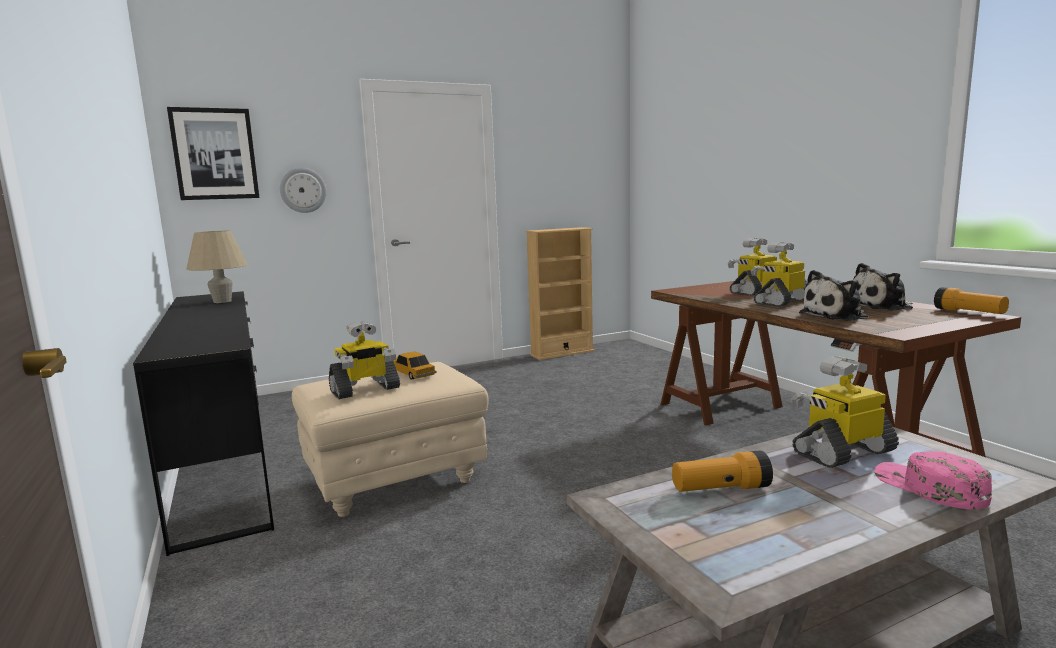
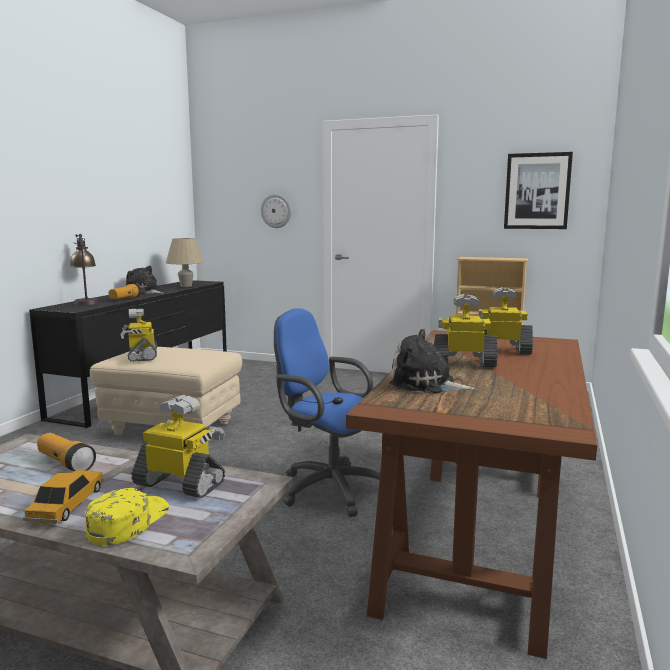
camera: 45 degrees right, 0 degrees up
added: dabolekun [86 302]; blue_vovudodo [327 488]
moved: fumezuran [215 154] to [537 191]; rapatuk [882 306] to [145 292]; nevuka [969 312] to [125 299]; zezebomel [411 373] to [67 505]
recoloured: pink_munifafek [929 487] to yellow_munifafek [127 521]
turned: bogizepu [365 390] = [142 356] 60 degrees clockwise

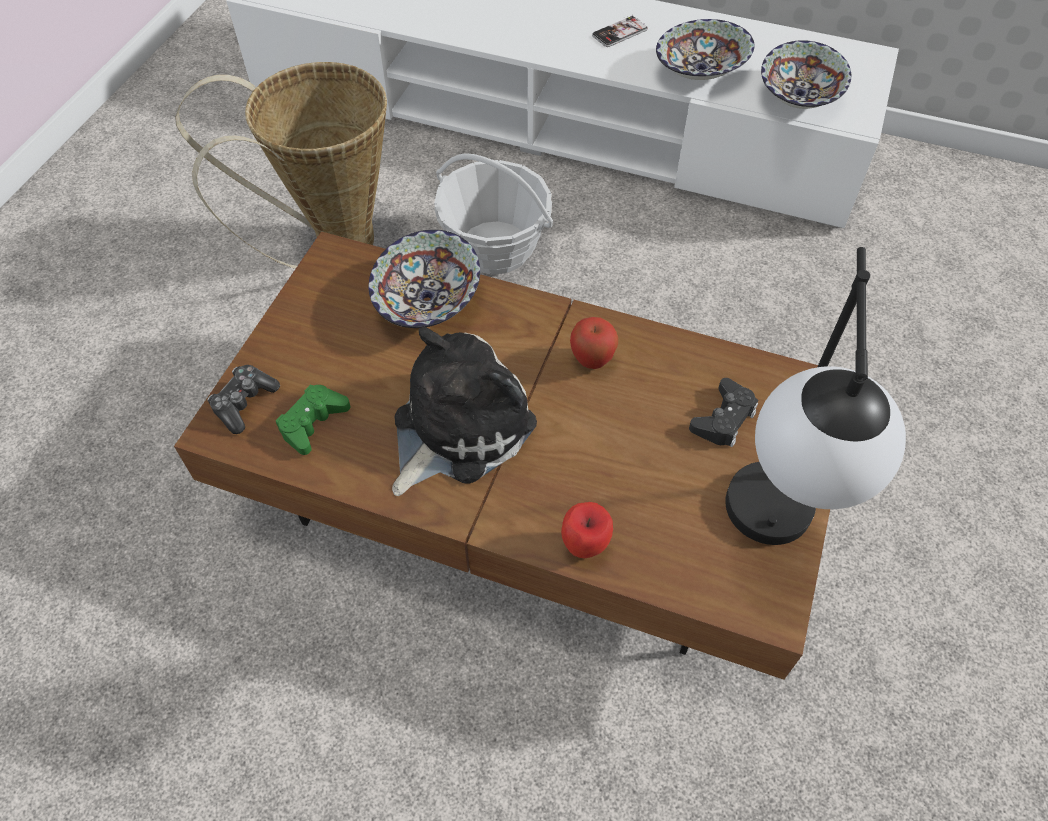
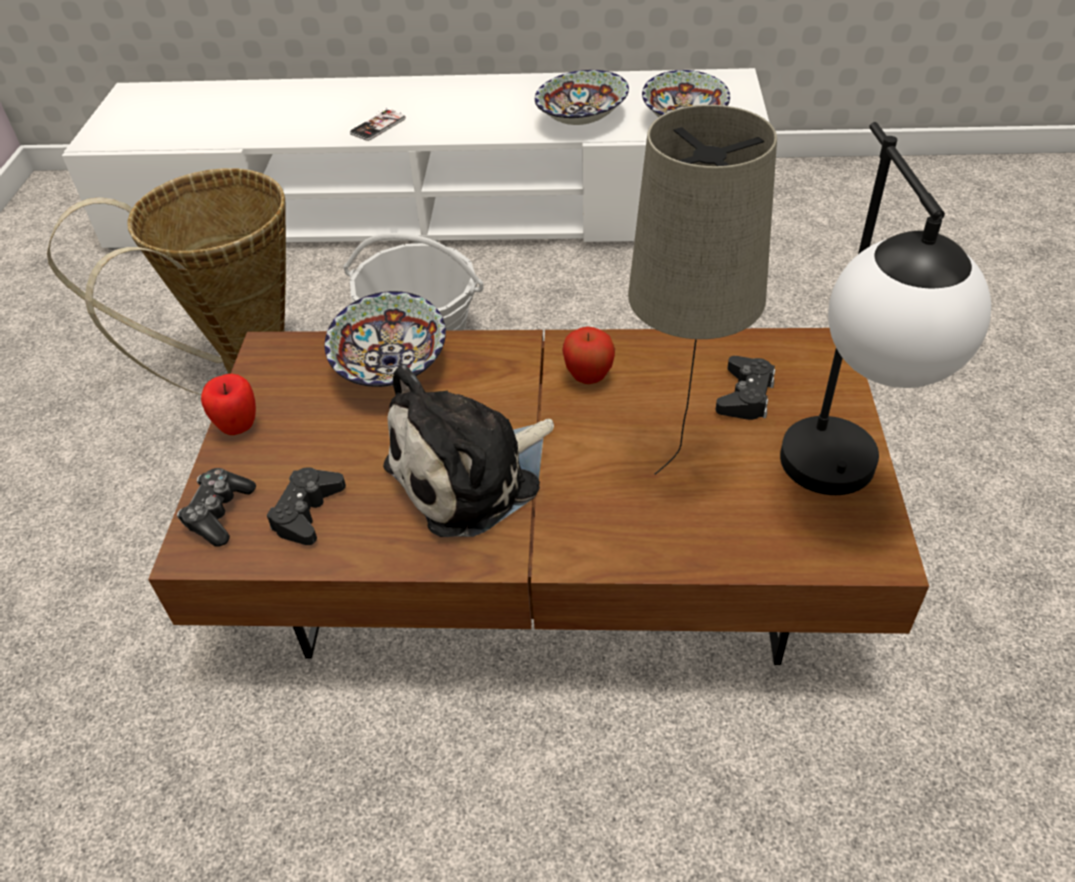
camera: 15 degrees left, 10 degrees down
added: beige_dabolekun [680 463]
moved: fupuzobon [619 33] to [378 126]; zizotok [584 547] to [239 428]
recoloured: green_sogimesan [312 423] to black_sogimesan [307 512]
turned: rapatuk [456 427] = [472 475] 150 degrees counterclockwise

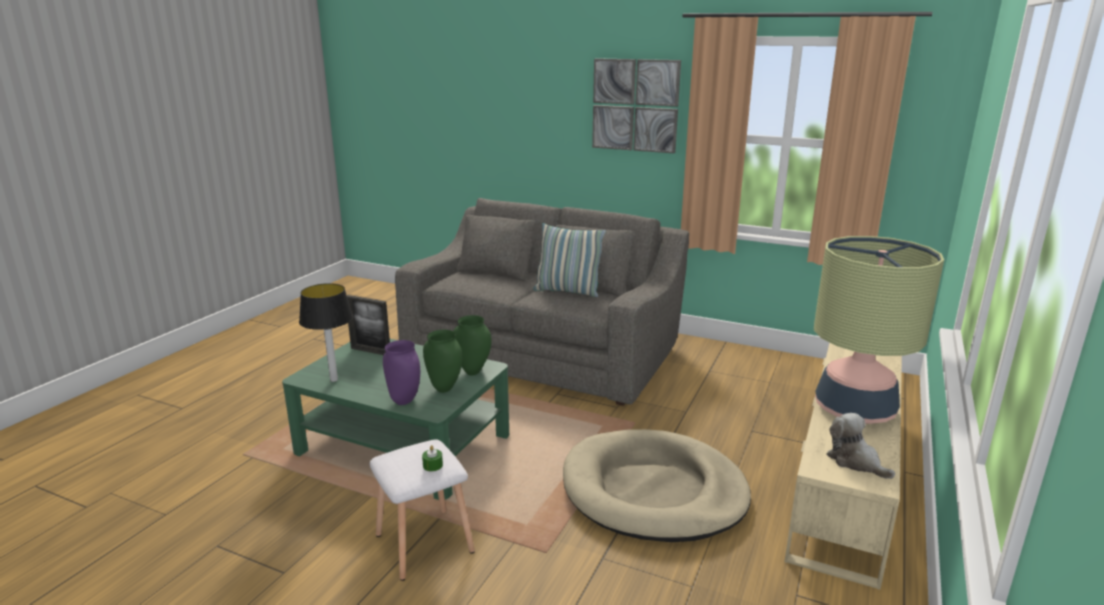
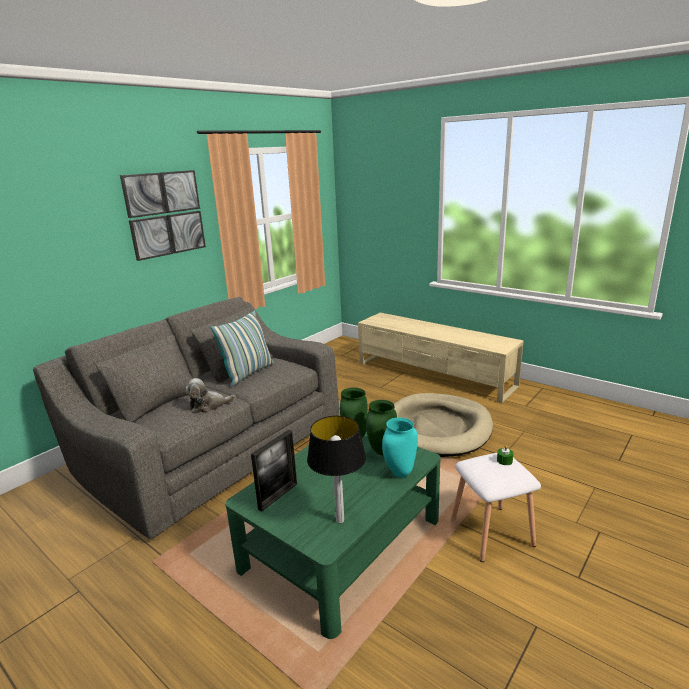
camera: 75 degrees left, 0 degrees up
removed: dabolekun [854 410]
moved: rapatuk [855 461] to [208 406]
recoloured: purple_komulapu [403 401] to turquoise_komulapu [400 473]

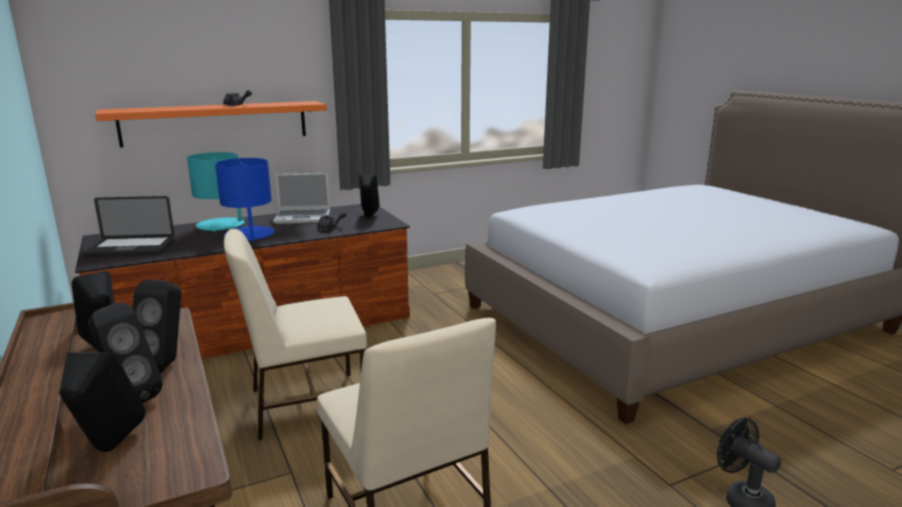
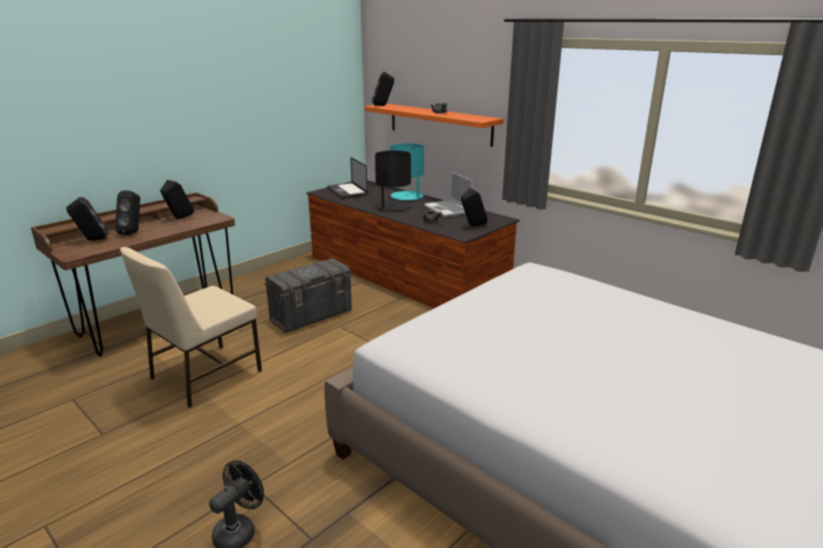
camera: 70 degrees right, 5 degrees up
moved: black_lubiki [166 365] to [383 105]
replaced: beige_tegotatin [305 403] to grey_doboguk [312 315]
recoloured: blue_dabolekun [249 235] to black_dabolekun [393 207]

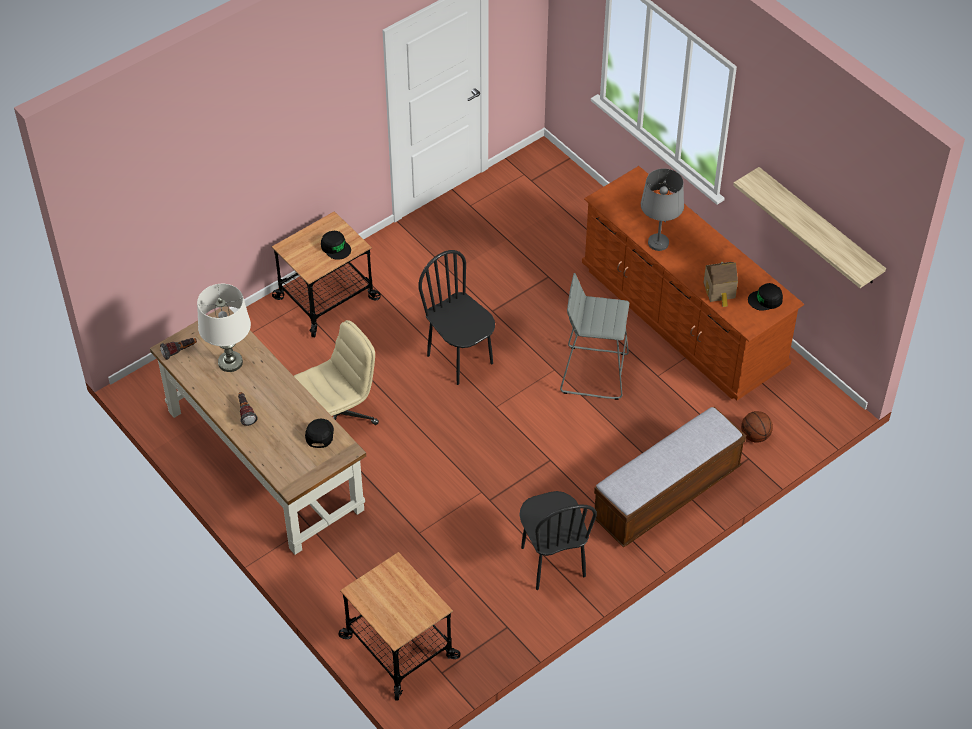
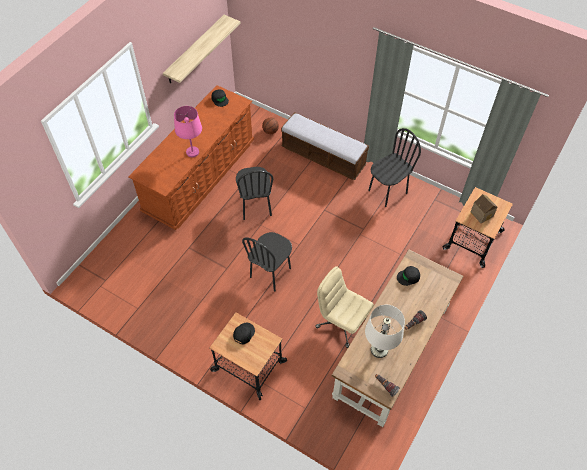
camera: 110 degrees left, 5 degrees up
moved: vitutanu [720 291] to [482 213]
replaced: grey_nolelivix [594 372] to black_tegotatin [255 206]
recoloured: grey_dabolekun [658 243] to pink_dabolekun [192 152]

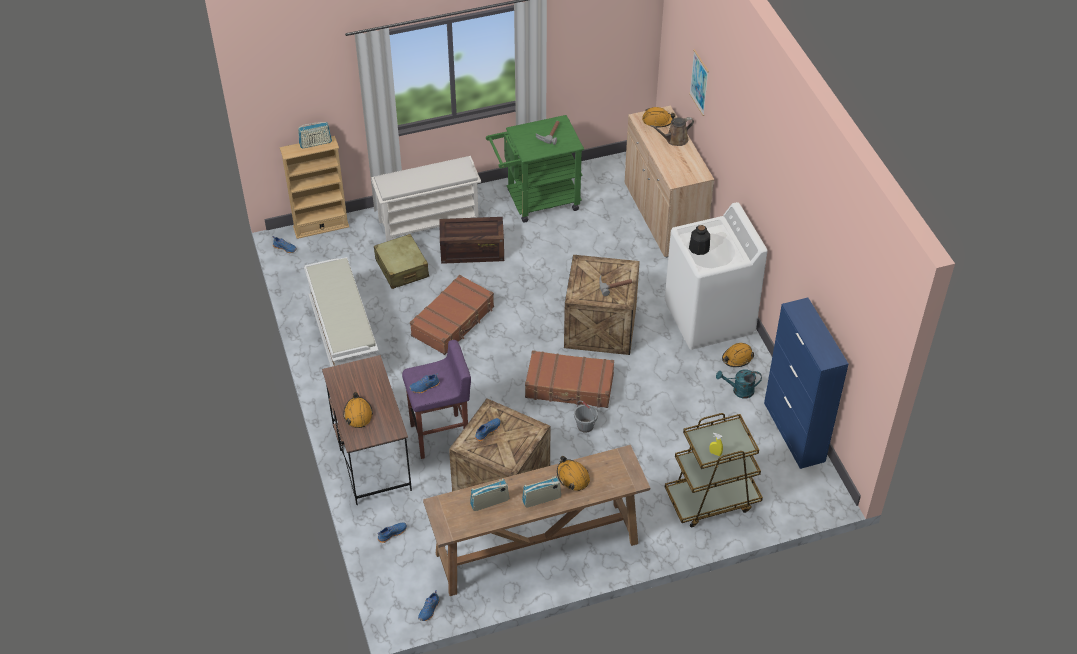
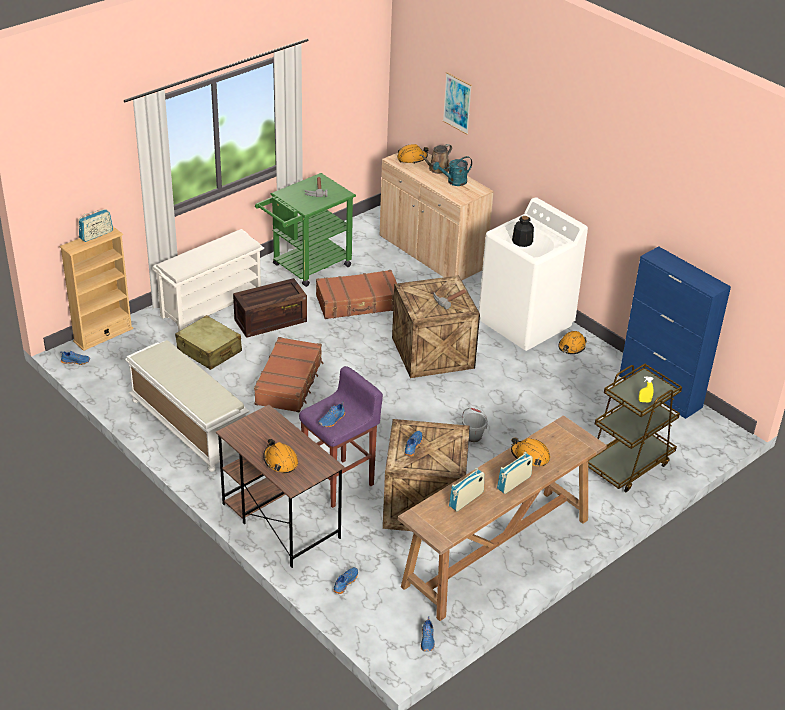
camera: 25 degrees left, 10 degrees down
moved: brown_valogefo [569 387] to [358 303]; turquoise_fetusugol [739 391] to [453 182]

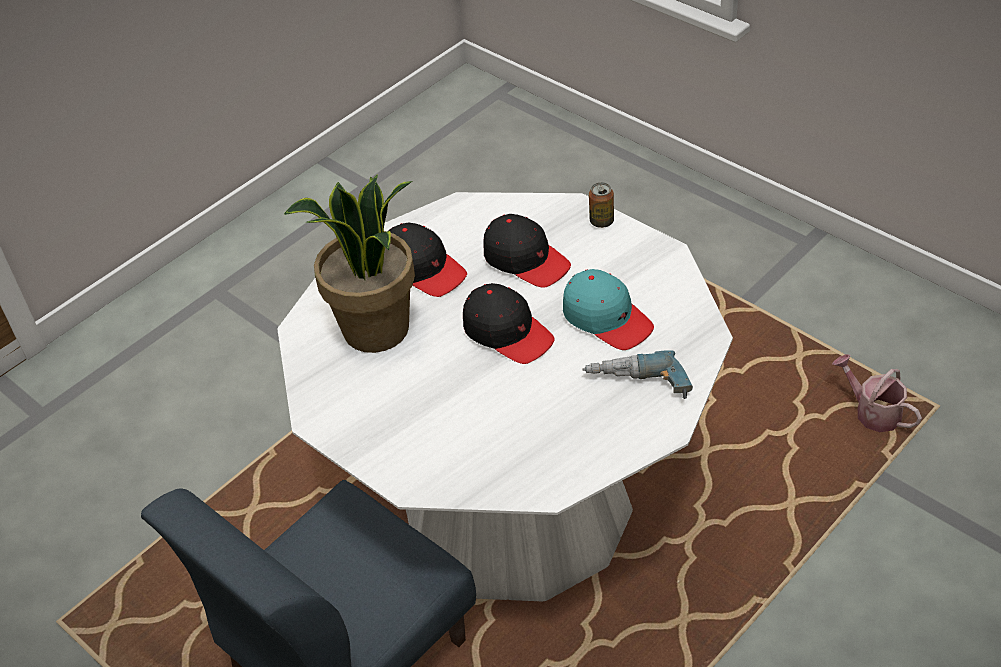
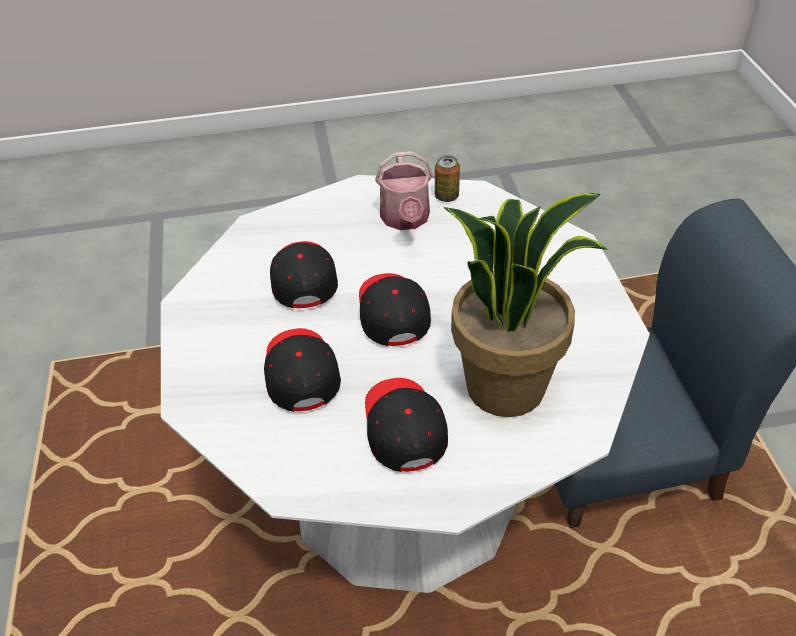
camera: 145 degrees left, 0 degrees up
removed: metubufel [637 387]
moved: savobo [601 221] to [446 196]; fetusugol [872 413] to [406 219]
recoloured: turquoise_munifafek [607 318] to black_munifafek [303 278]

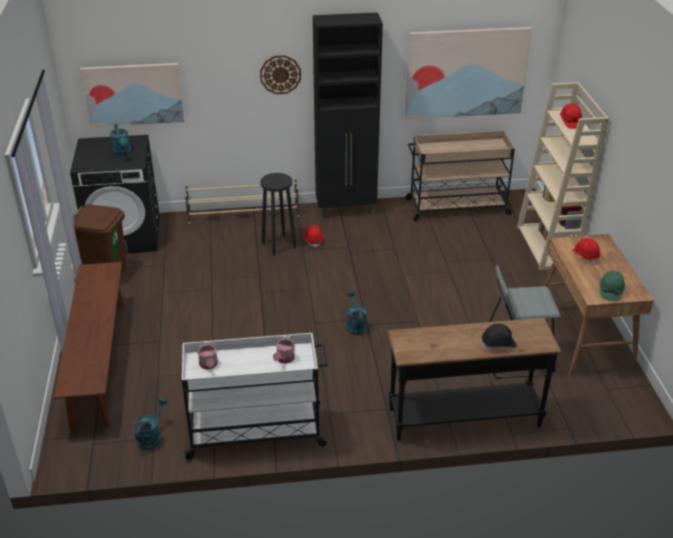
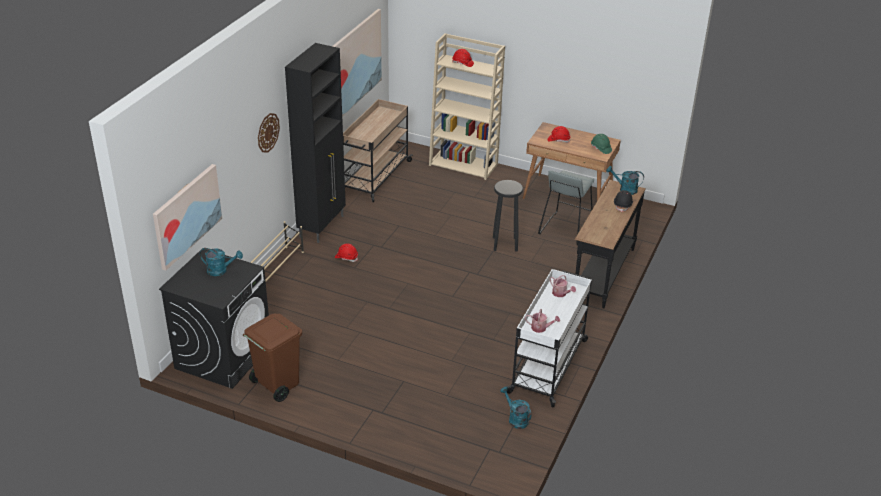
camera: 60 degrees left, 0 degrees up
removed: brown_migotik [99 362]
moved: black_nolelivix [278 245] to [504 244]; turquoise_fetusugol [355 325] to [624 189]

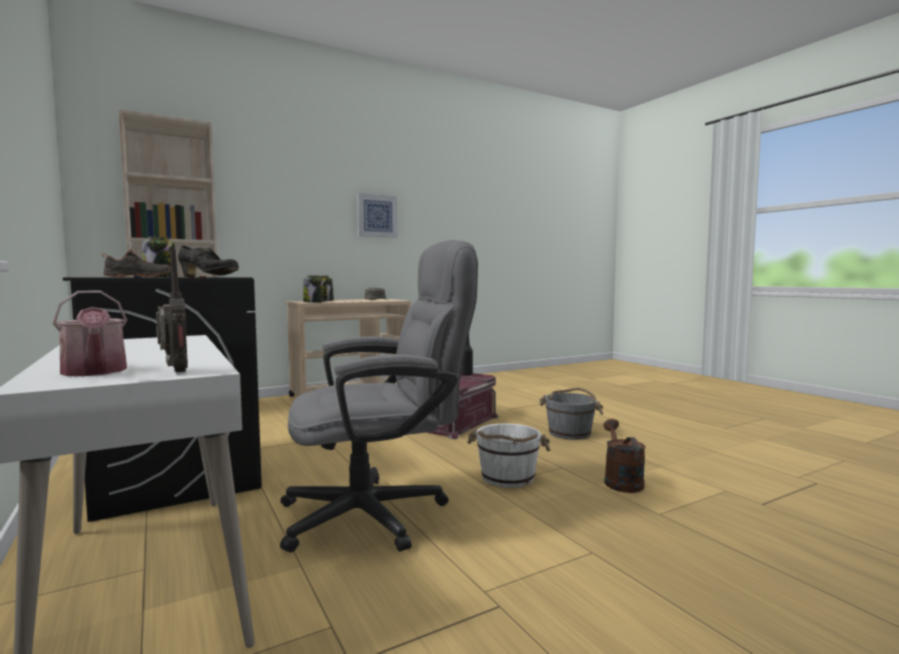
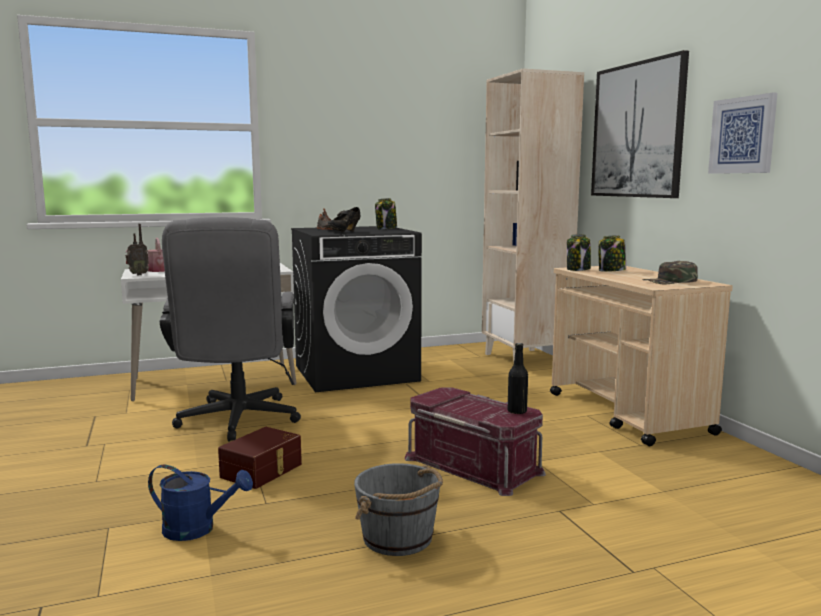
camera: 100 degrees right, 5 degrees up
added: fumezuran [637 130]
replaced: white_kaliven [507 477] to brown_doboguk [263 471]
recoloured: brown_fetusugol [621 481] to blue_fetusugol [198 529]

